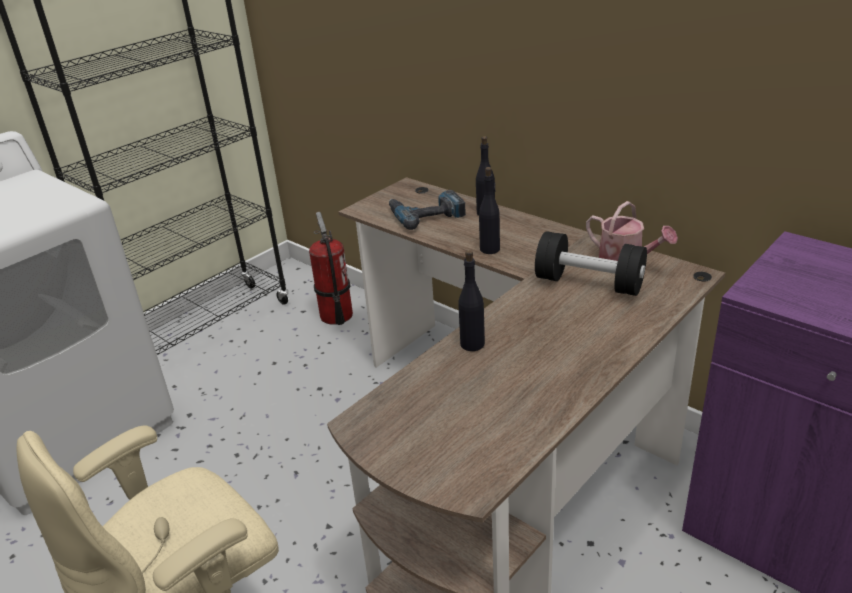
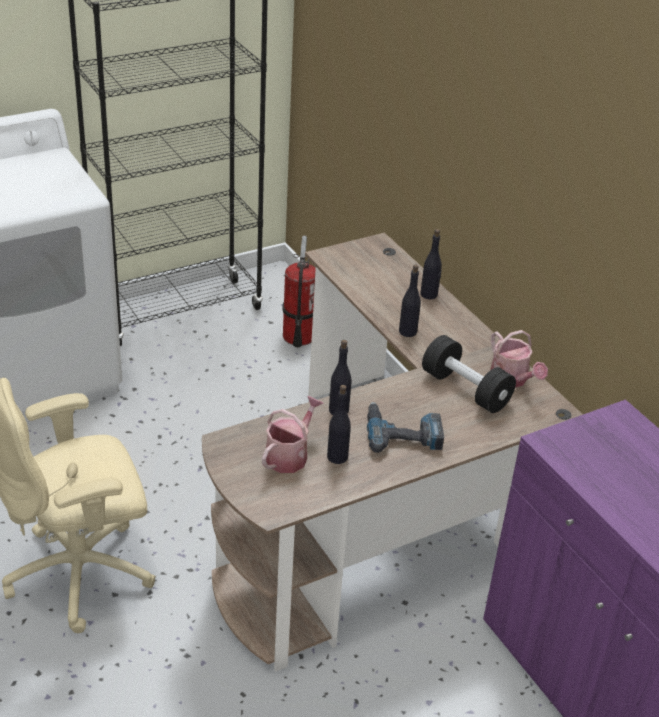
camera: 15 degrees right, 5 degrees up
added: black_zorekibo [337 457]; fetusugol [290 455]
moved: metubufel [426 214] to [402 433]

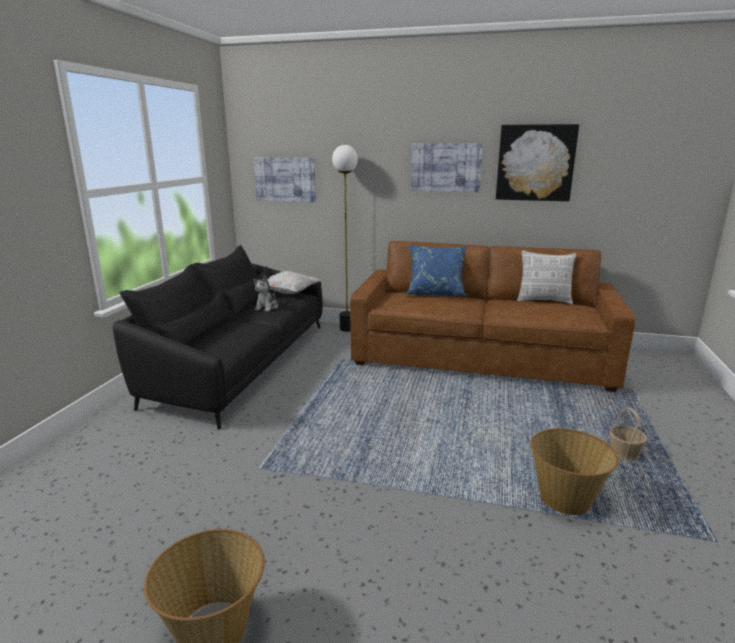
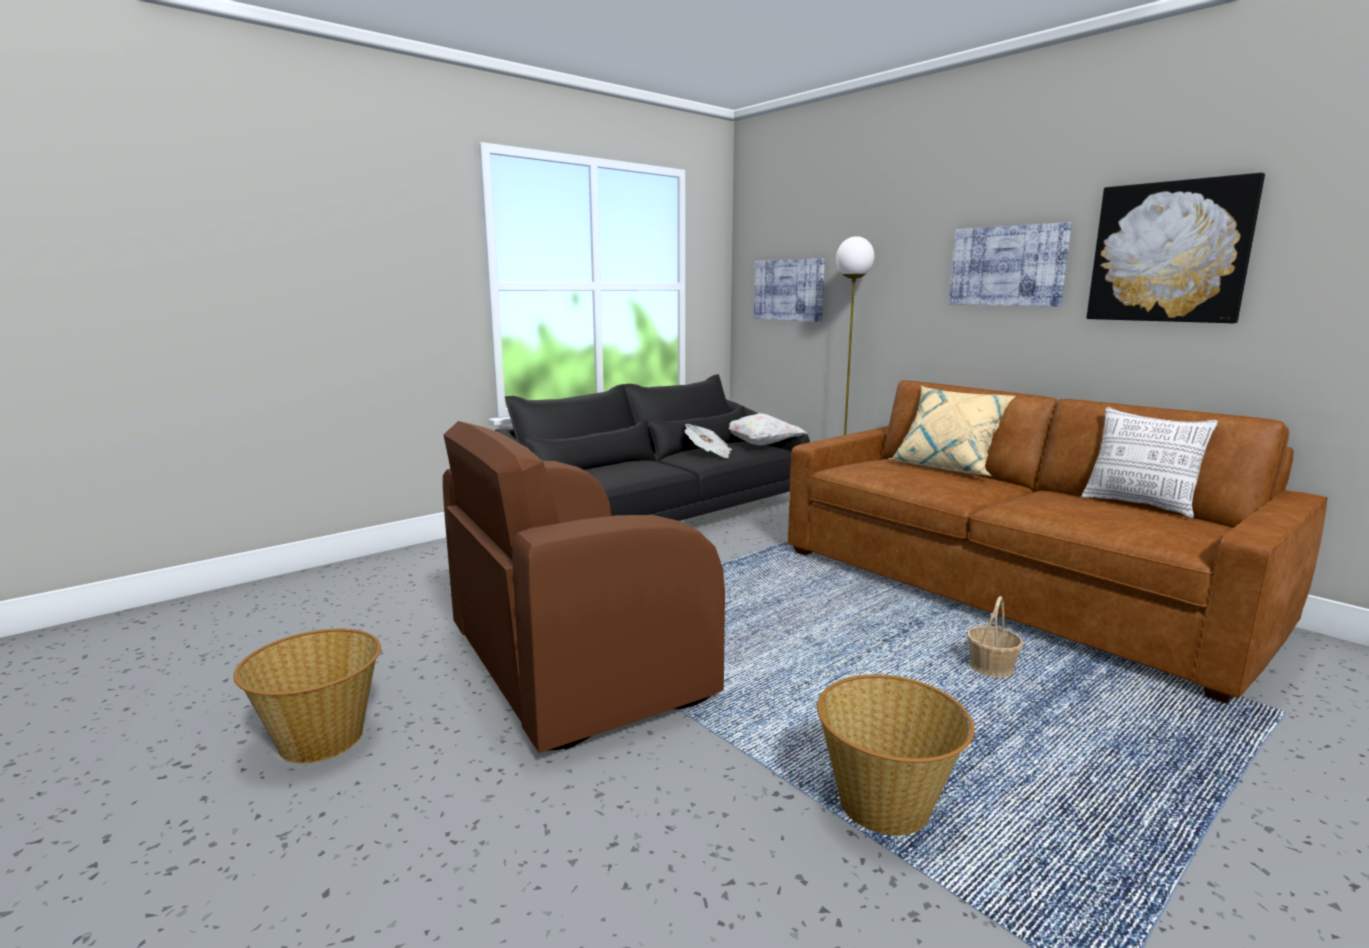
camera: 35 degrees right, 5 degrees down
added: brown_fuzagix [572 663]
moved: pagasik [624 453] to [991 668]
replaced: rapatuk [267 307] to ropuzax [708 454]
recoloured: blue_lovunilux [435 293] to beige_lovunilux [948 468]

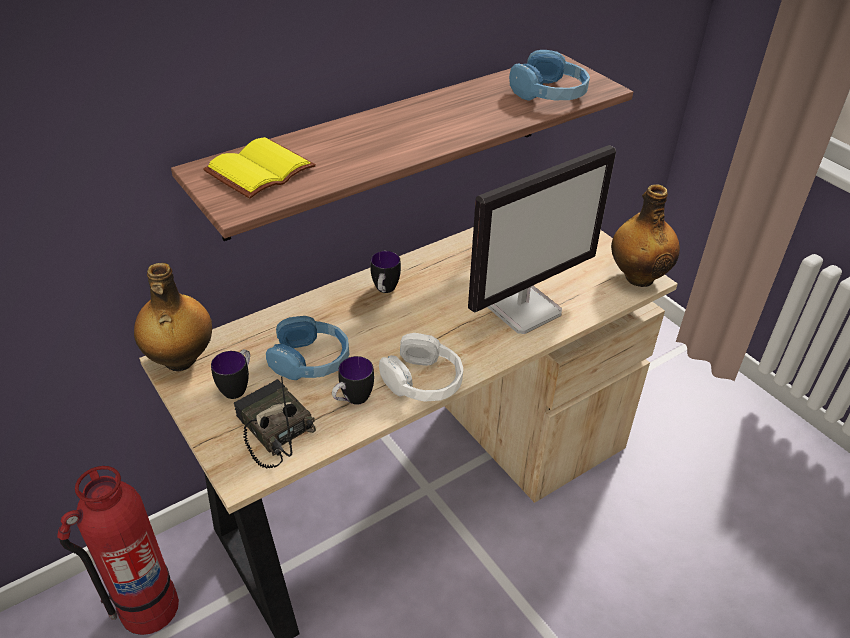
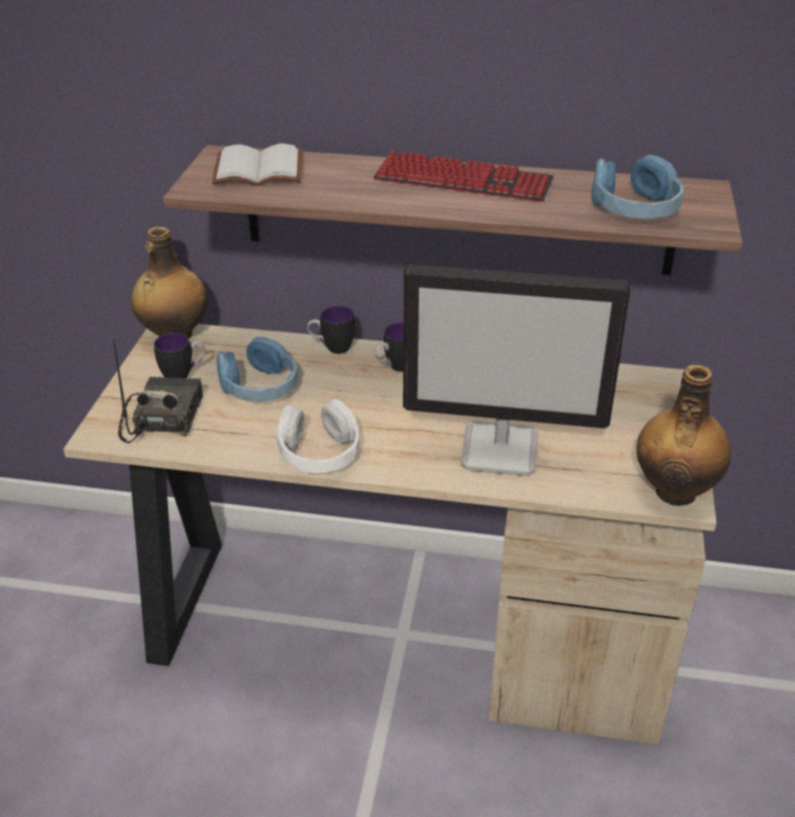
camera: 45 degrees right, 5 degrees down
removed: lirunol [147 608]
added: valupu [463 181]
moved: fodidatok [352 400] to [332 348]
recoloured: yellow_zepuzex [260 172] to white_zepuzex [257 171]

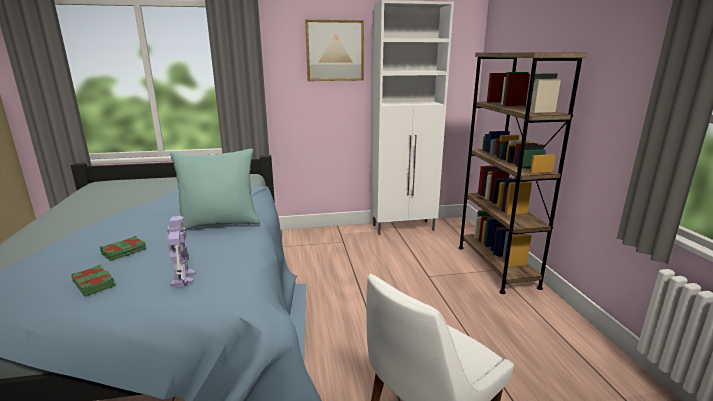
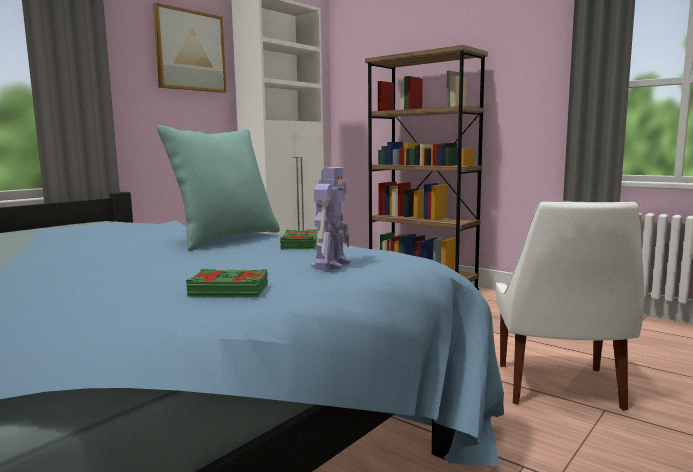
camera: 40 degrees left, 10 degrees down
moved: green_zepuzex [124 252] to [300 245]
turned: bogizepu [183 278] = [332 264] 75 degrees clockwise

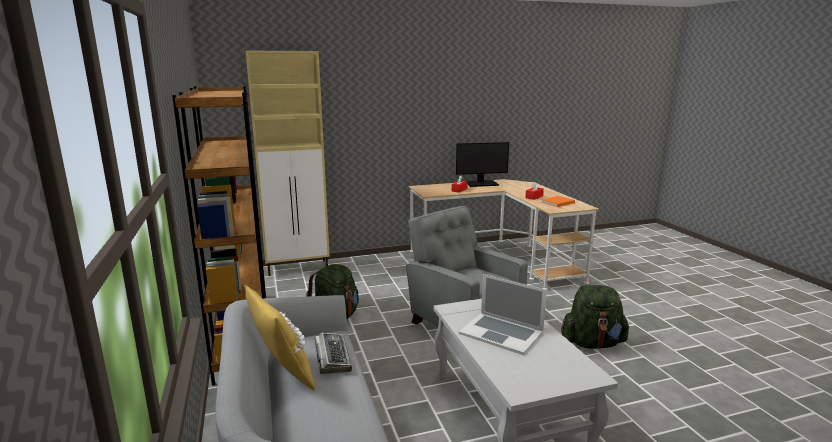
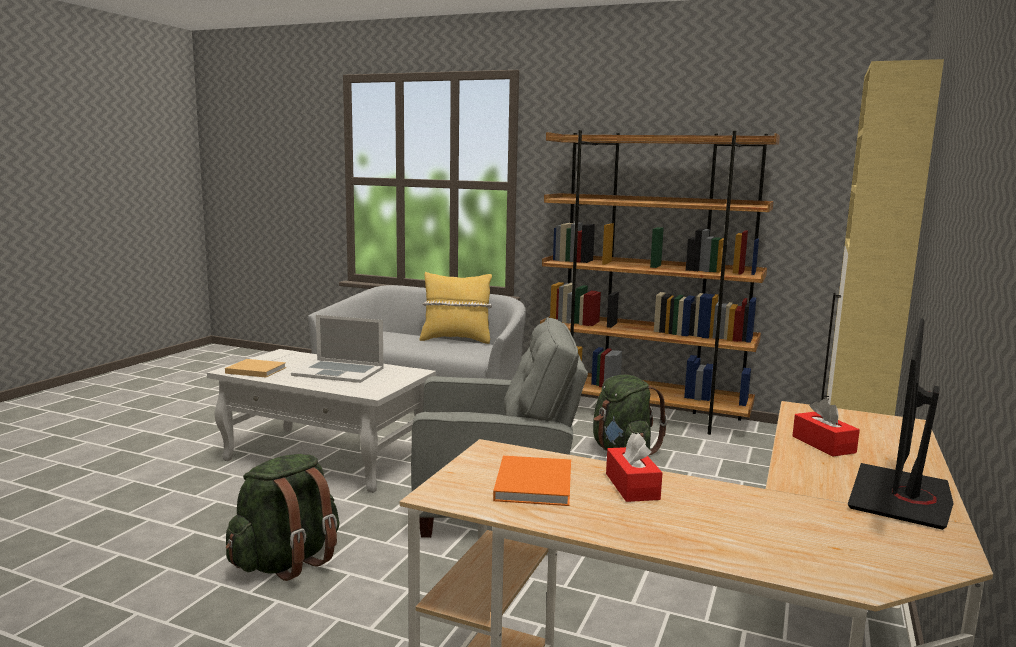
camera: 130 degrees right, 5 degrees down
removed: valupu [332 357]
added: beige_zepuzex [254 370]
turned: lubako [501 333] = [338 371] 150 degrees counterclockwise

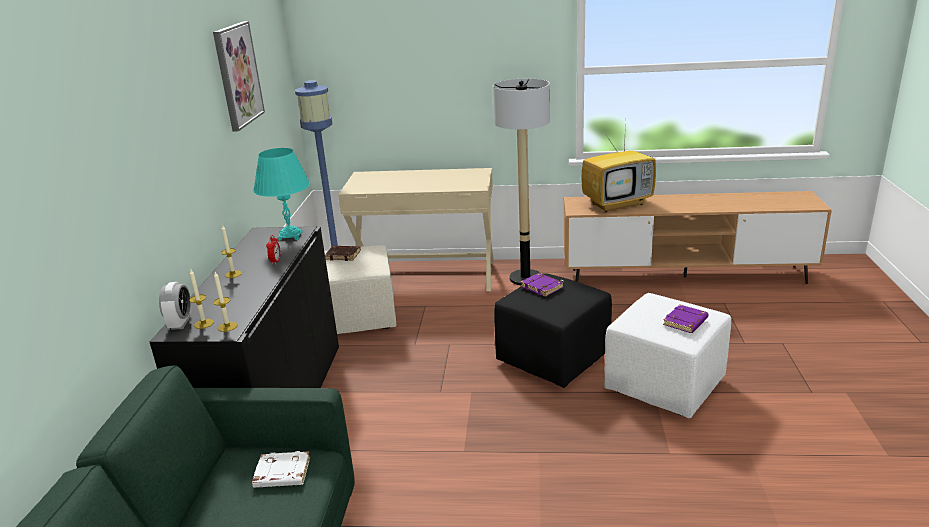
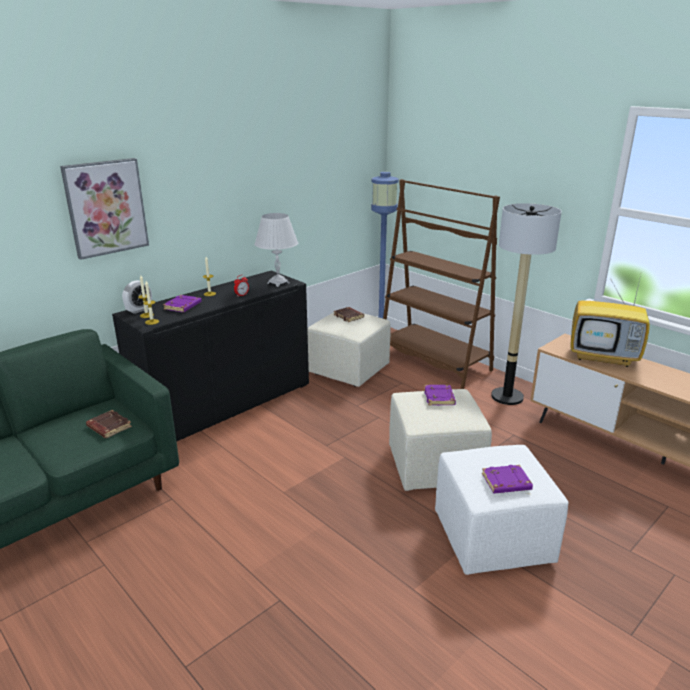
camera: 40 degrees right, 0 degrees up
added: purple_zepuzex [183 306]
moved: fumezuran [237 75] to [106 207]
replaced: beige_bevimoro [426 276] to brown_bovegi [434 362]
recoloured: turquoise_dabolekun [290 236] to white_dabolekun [278 283]; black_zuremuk [553 358] to beige_zuremuk [436 466]; white_zepuzex [281 474] to brown_zepuzex [108 427]

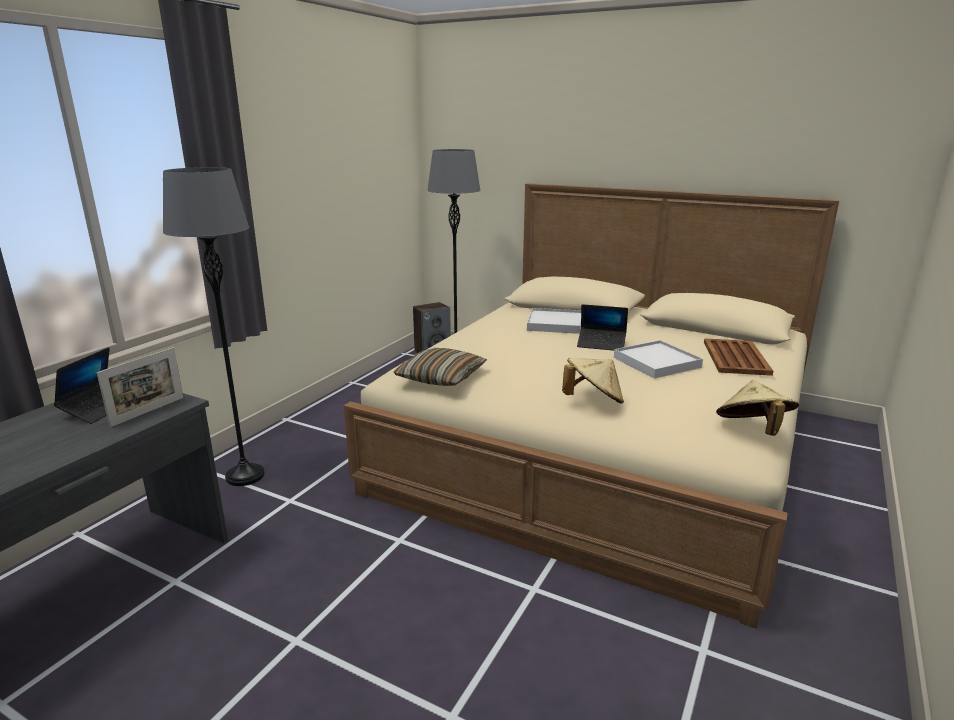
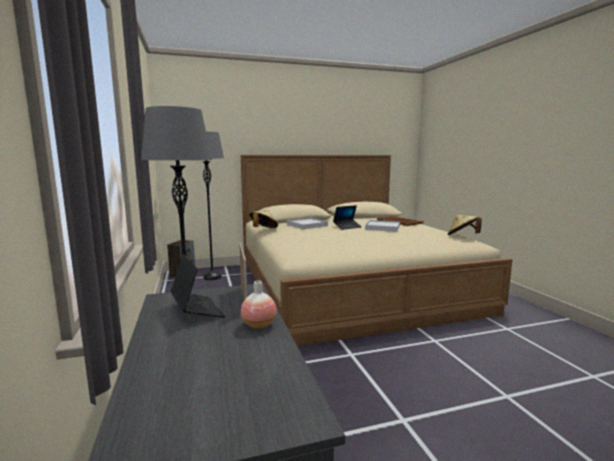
camera: 45 degrees left, 10 degrees down
removed: lovunilux [441 377]
added: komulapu [259 325]
moved: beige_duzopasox [593 400] to [263 229]

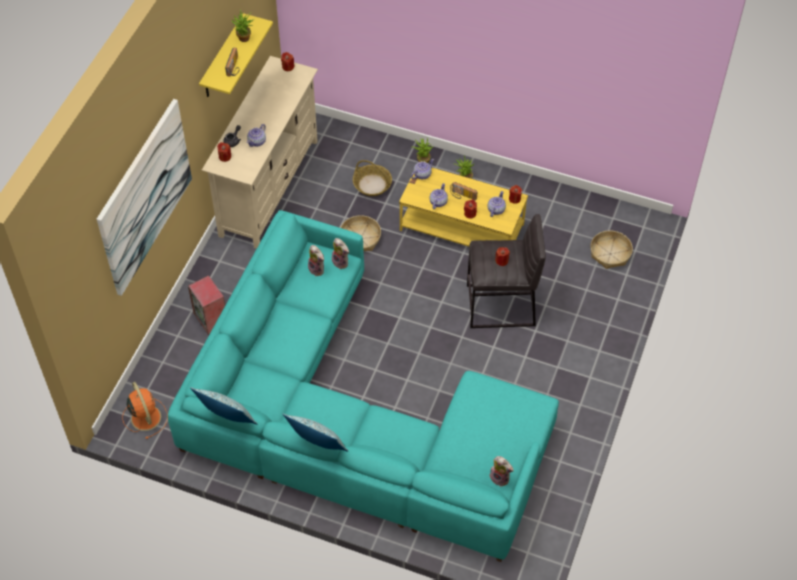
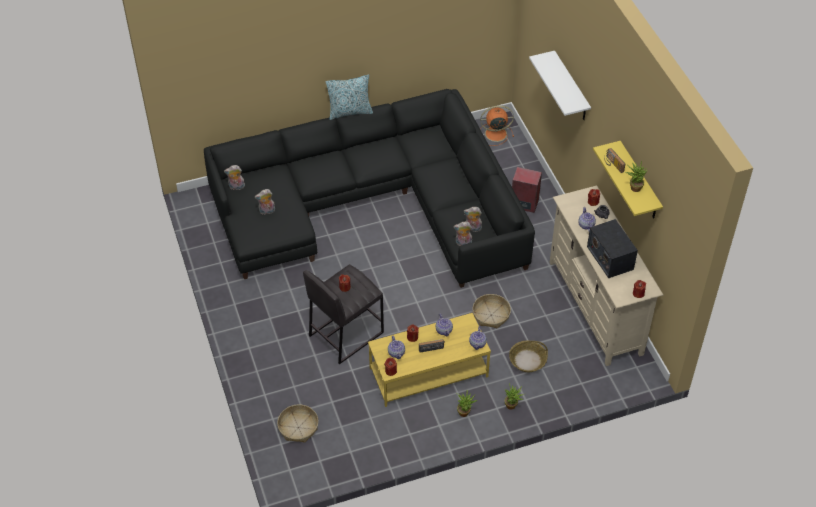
camera: 140 degrees right, 5 degrees down
removed: lovunilux [227 419]
added: rapatuk [267 211]; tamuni [609 257]
replaced: fumezuran [145 196] to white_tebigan [571 87]
recoloured: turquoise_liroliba [352 419] to black_liroliba [373 205]
turned: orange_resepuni [145 416] = [494 134] 150 degrees clockwise

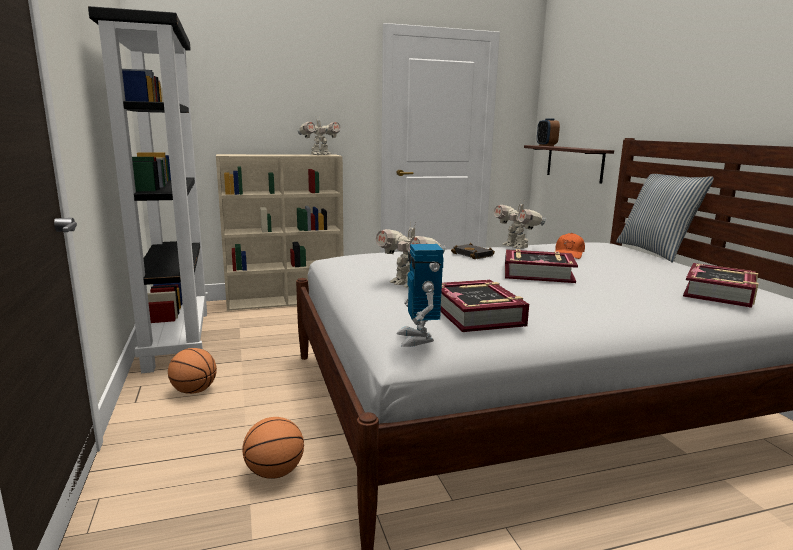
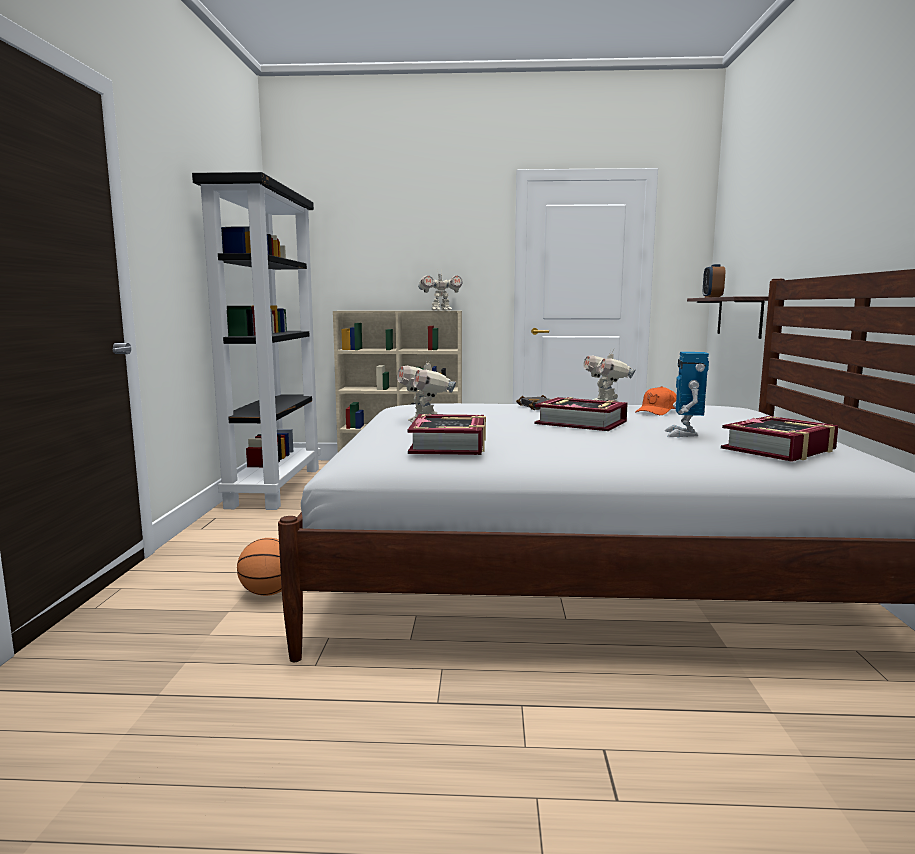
camera: 20 degrees right, 5 degrees down
removed: lovunilux [655 251]; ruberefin [194 391]
moved: bogizepu [418 339] to [684 434]

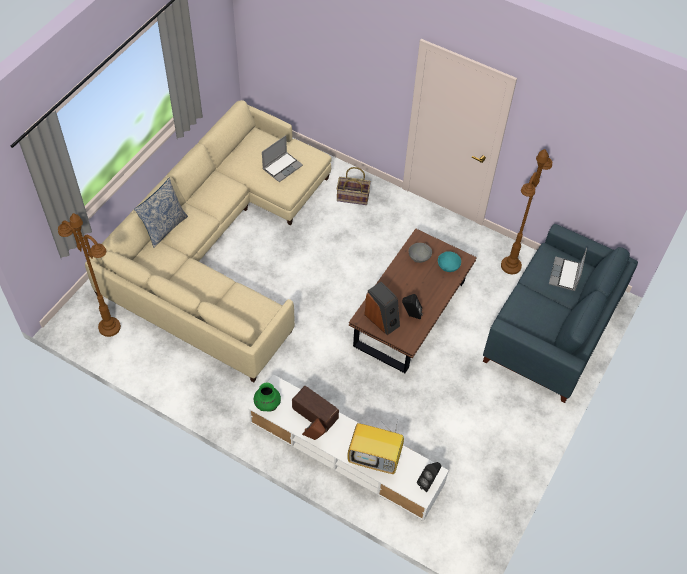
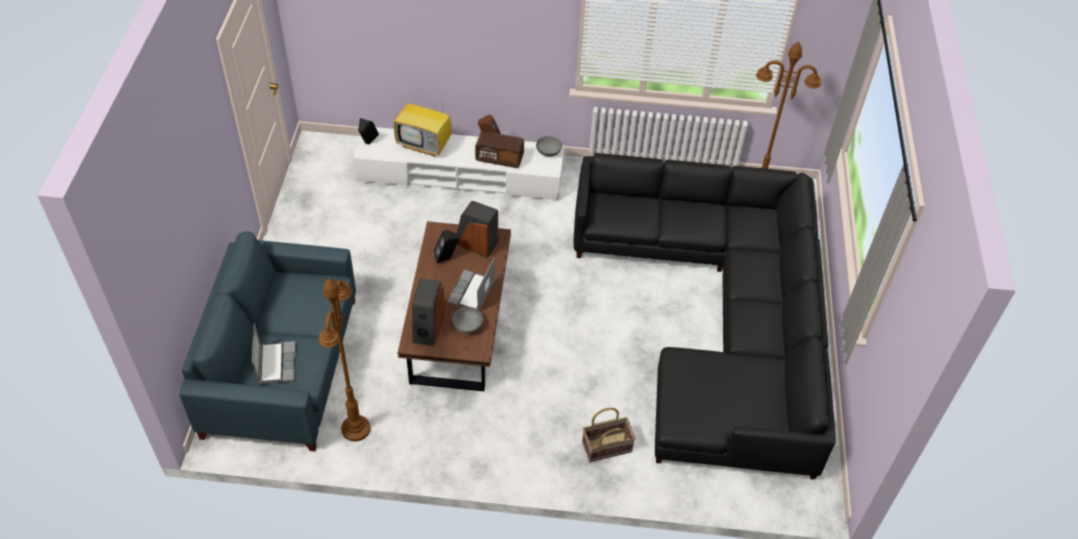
camera: 155 degrees right, 5 degrees down
removed: lovunilux [164 227]
moved: lubako [282 167] to [472 292]
replaced: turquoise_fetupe [448 266] to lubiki [428 327]; green_komulapu [267 404] to grey_fetupe [548 152]
recoloured: beige_liroliba [218 247] to black_liroliba [719 316]
turned: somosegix [375 458] = [425 145] 150 degrees counterclockwise

